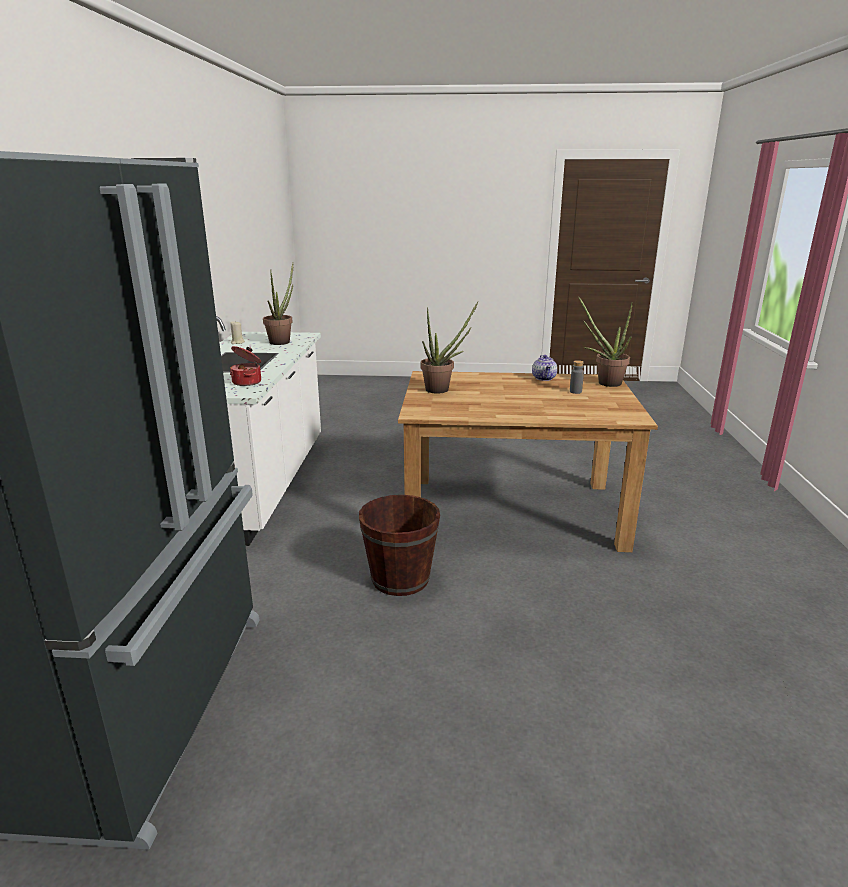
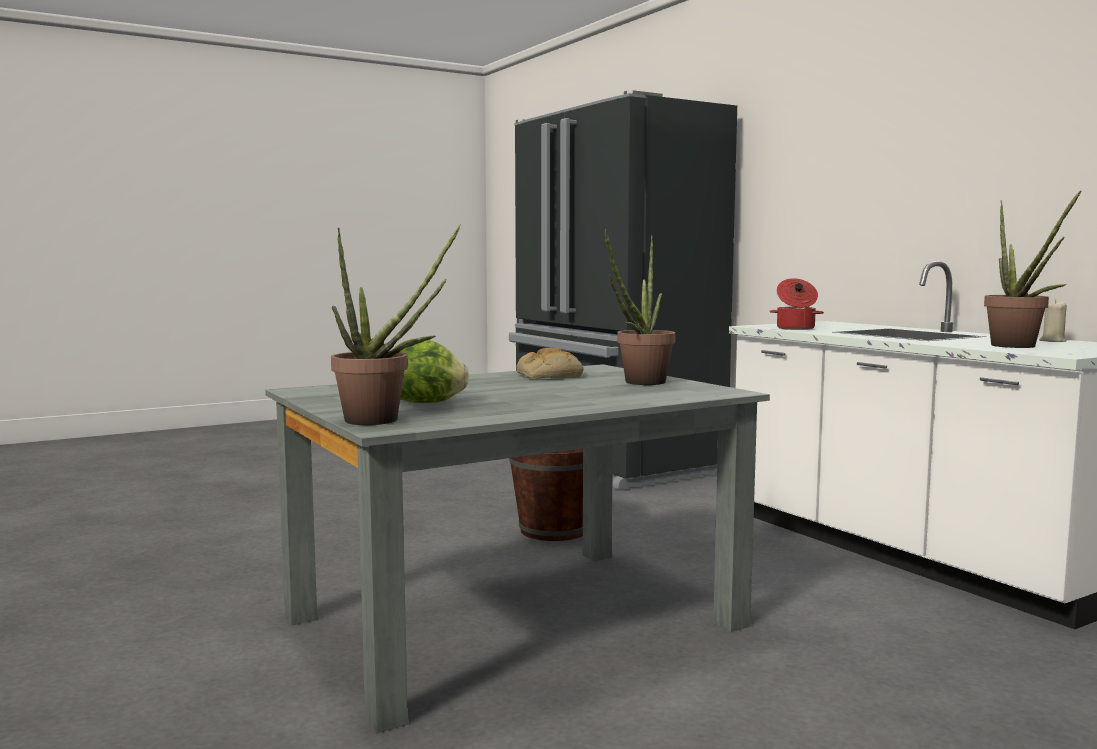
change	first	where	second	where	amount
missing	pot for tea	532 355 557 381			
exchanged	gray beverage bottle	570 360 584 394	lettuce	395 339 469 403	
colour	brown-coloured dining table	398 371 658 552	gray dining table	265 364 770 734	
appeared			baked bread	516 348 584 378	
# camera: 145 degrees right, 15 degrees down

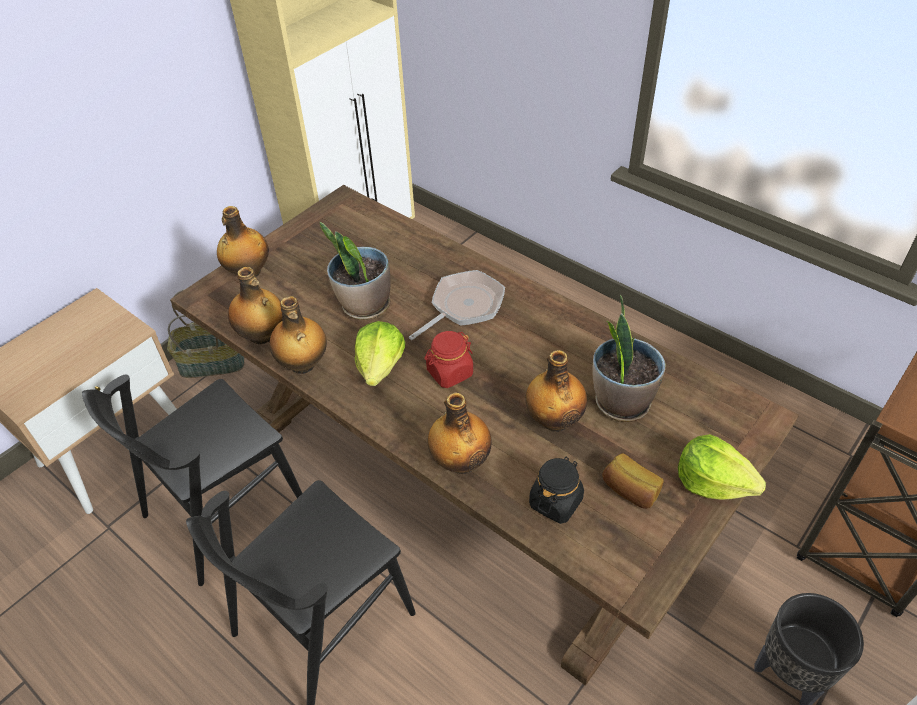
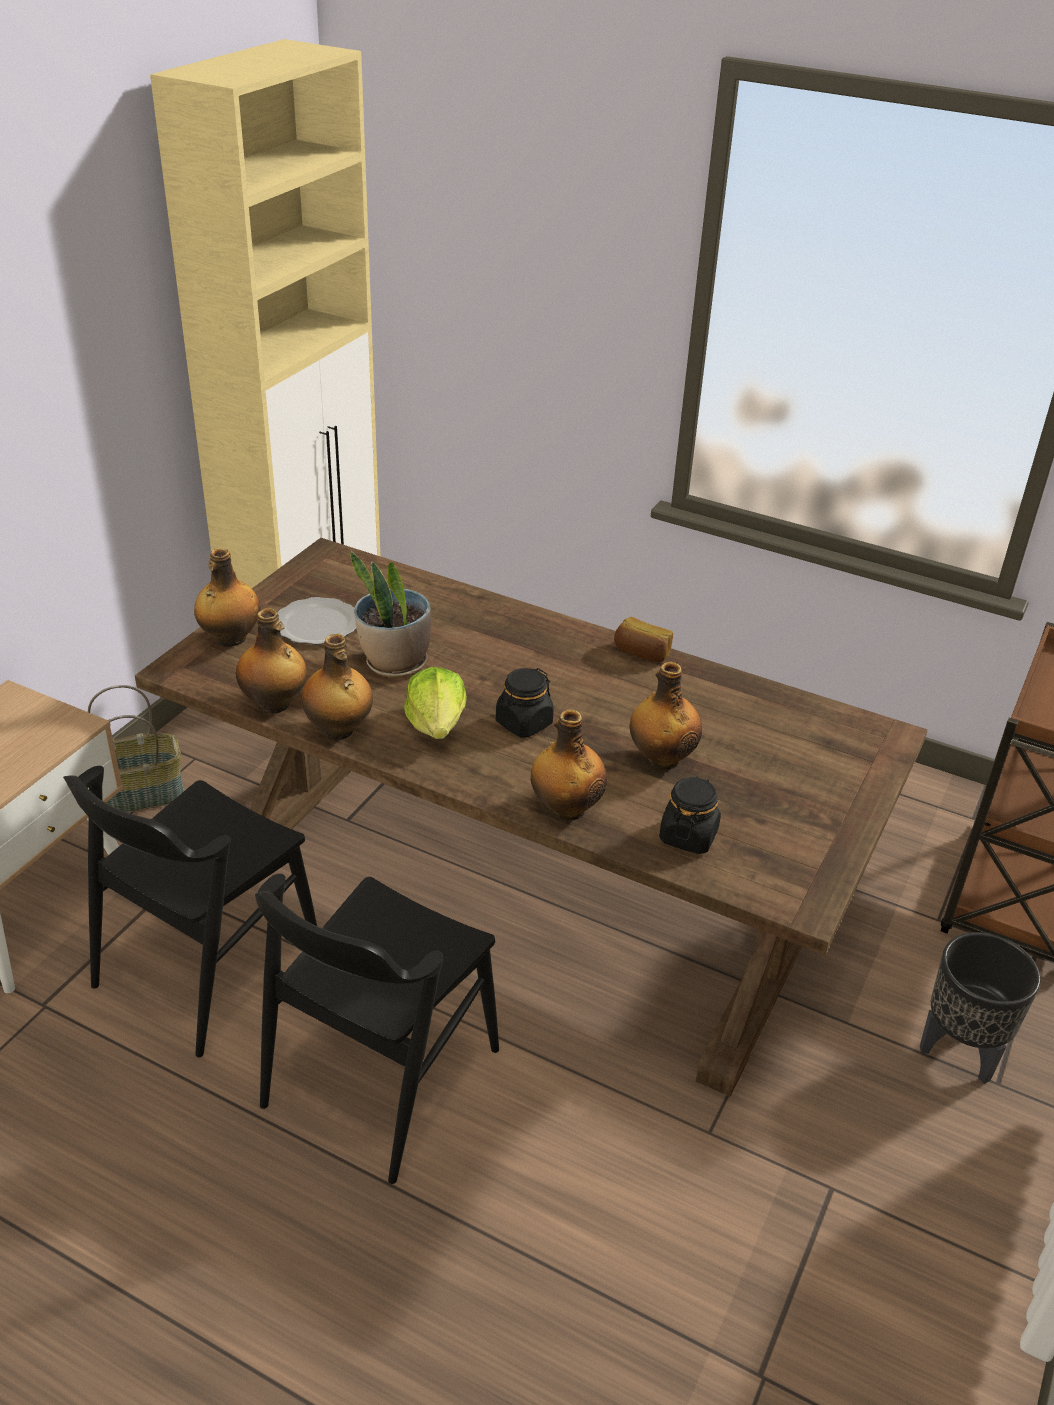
change	first	where	second	where	amount
missing	frying pan	409 270 505 340			
missing	potted plant	592 295 666 422			
colour	red-coloured jar	424 331 473 388	black jar	496 668 554 738	
missing	lettuce	678 434 766 500			
relocated	baked bread	602 453 663 509		614 617 673 662	
appeared			dinner plate	277 597 356 645	
# camera: 15 degrees left, 10 degrees down

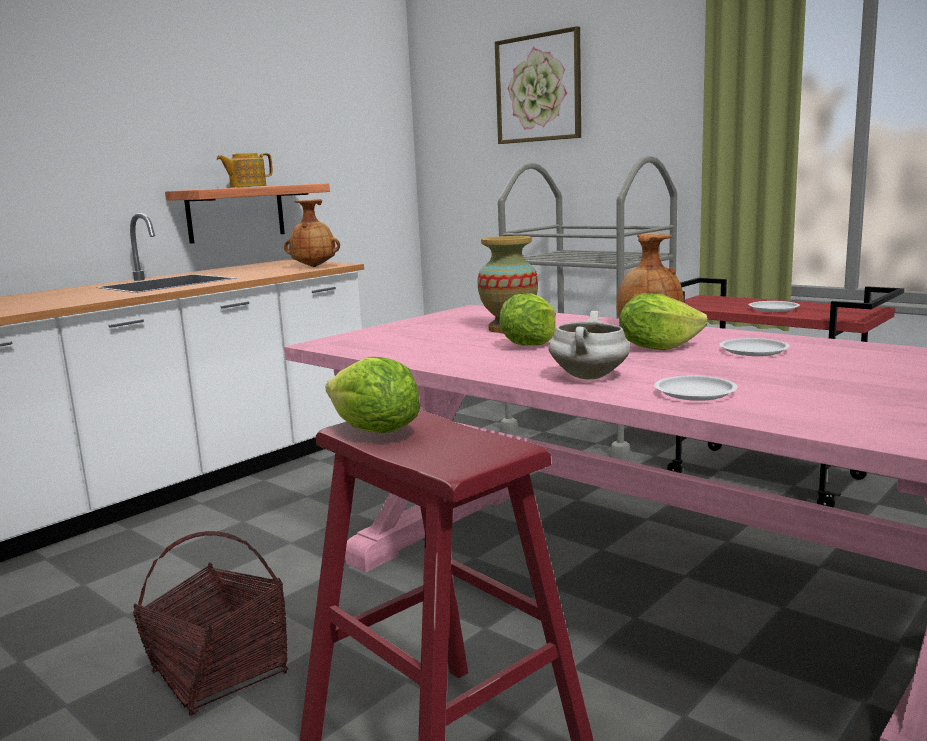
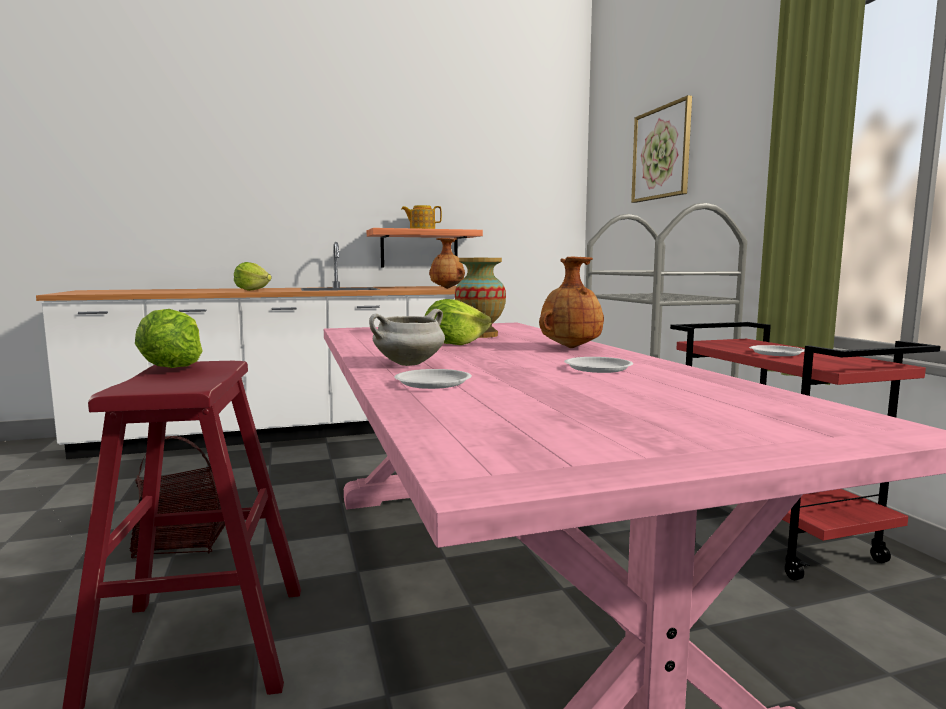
change	first	where	second	where	amount
relocated	lettuce	619 293 708 350		234 262 272 291	
# camera: 30 degrees right, 5 degrees down

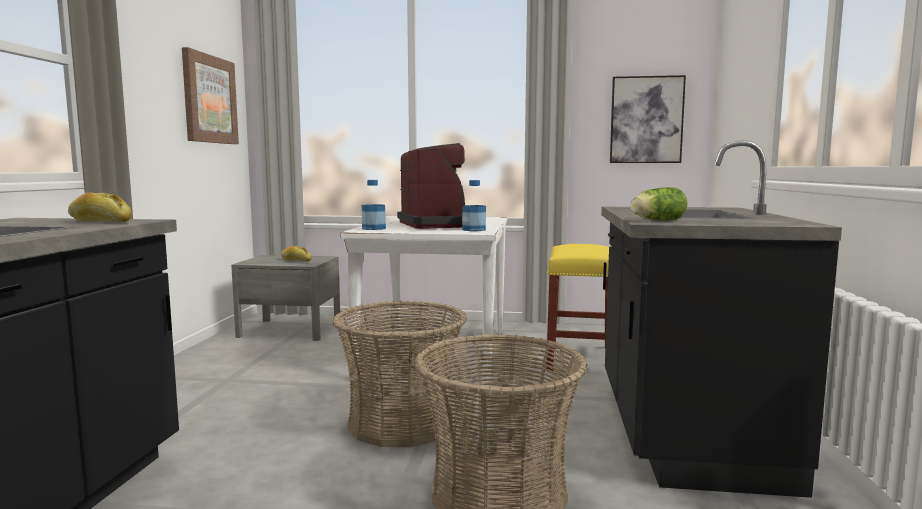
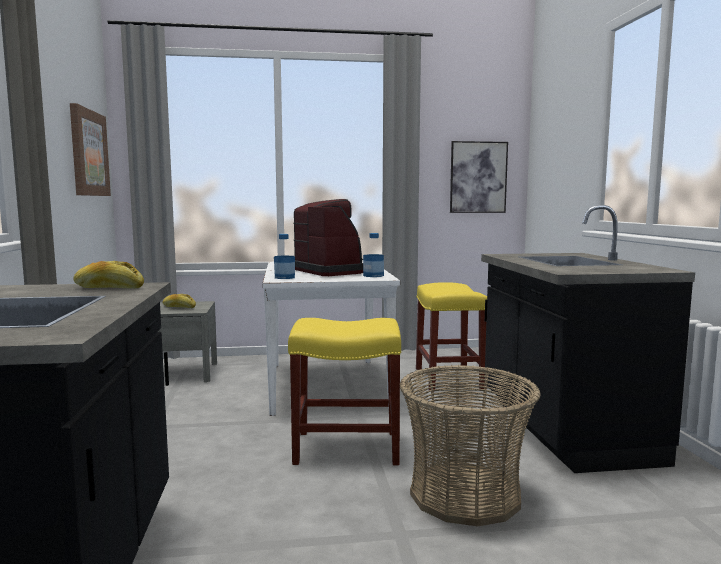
change	first	where	second	where	amount
missing	lettuce	631 187 688 220			
exchanged	basket	332 301 467 447	yellowish sitting stool	288 318 401 465	
# camera: 15 degrees left, 0 degrees up

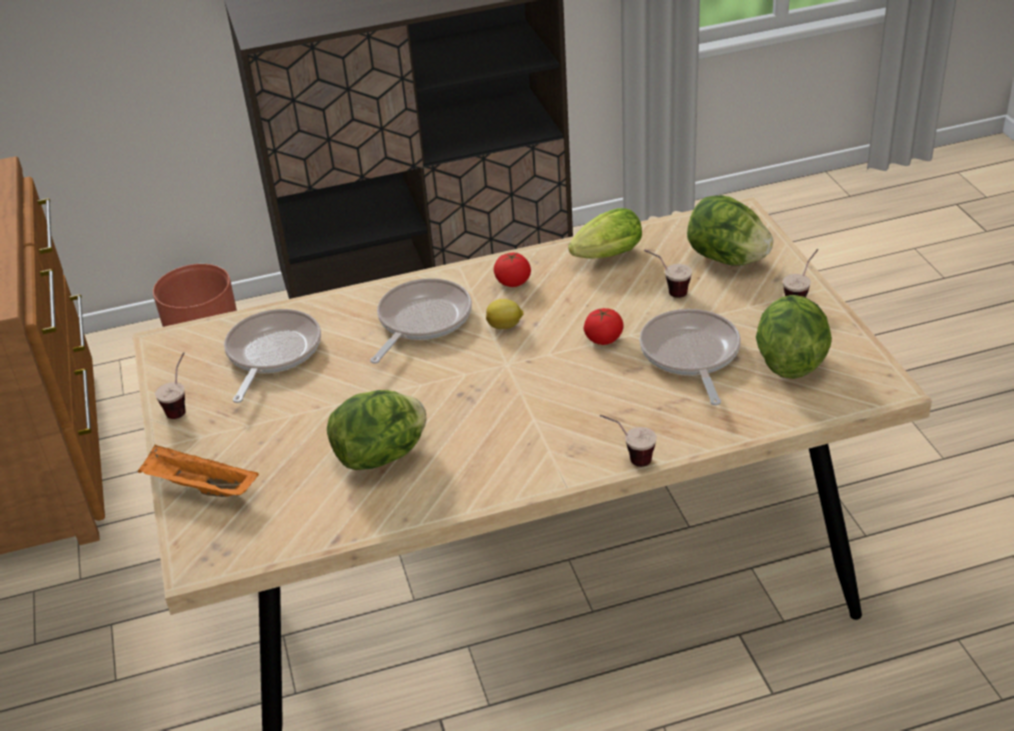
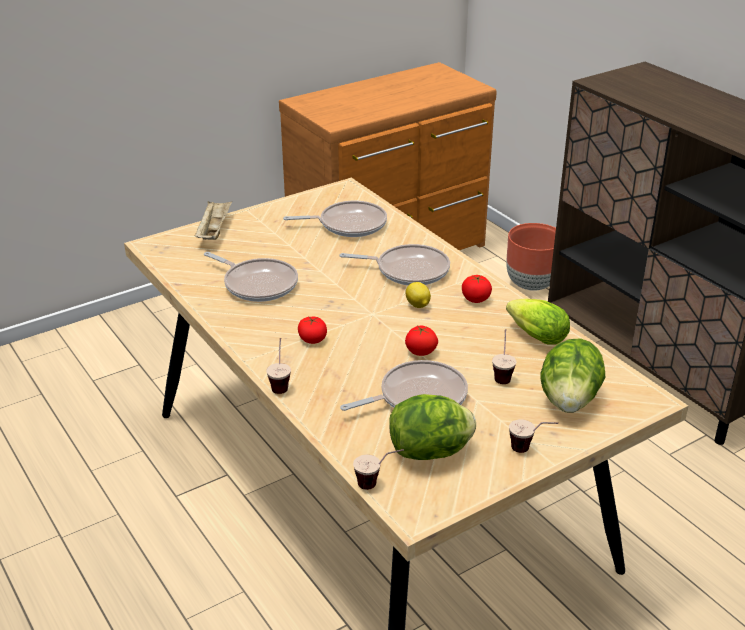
change	first	where	second	where	amount
relocated	cup	155 352 186 419		353 449 404 490	
exchanged	lettuce	327 390 426 470	frying pan	204 252 298 302	
colour	orangey carrying tray	138 444 259 497	beige-coloured carrying tray	194 201 232 240	
appeared			tomato	298 317 327 344	
# camera: 70 degrees right, 5 degrees down

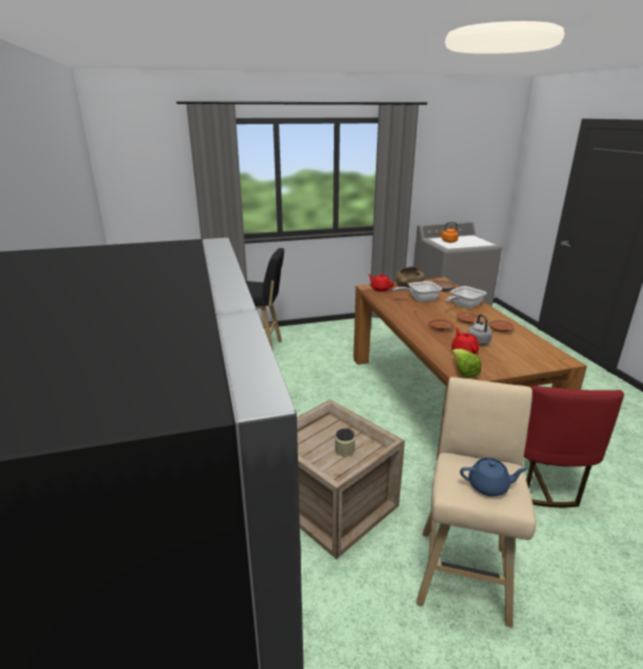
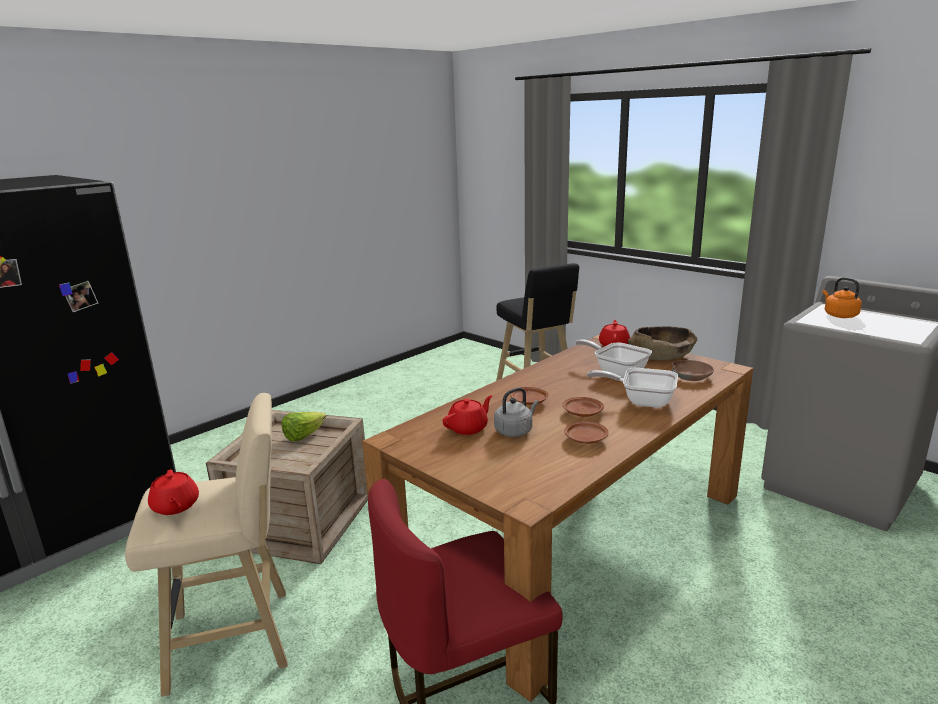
change	first	where	second	where	amount
relocated	lettuce	452 349 482 378		282 412 326 442	
missing	jar	335 428 355 457			
colour	blue pot for tea	460 458 527 496	red-coloured pot for tea	148 469 199 515	
# camera: 60 degrees right, 5 degrees down

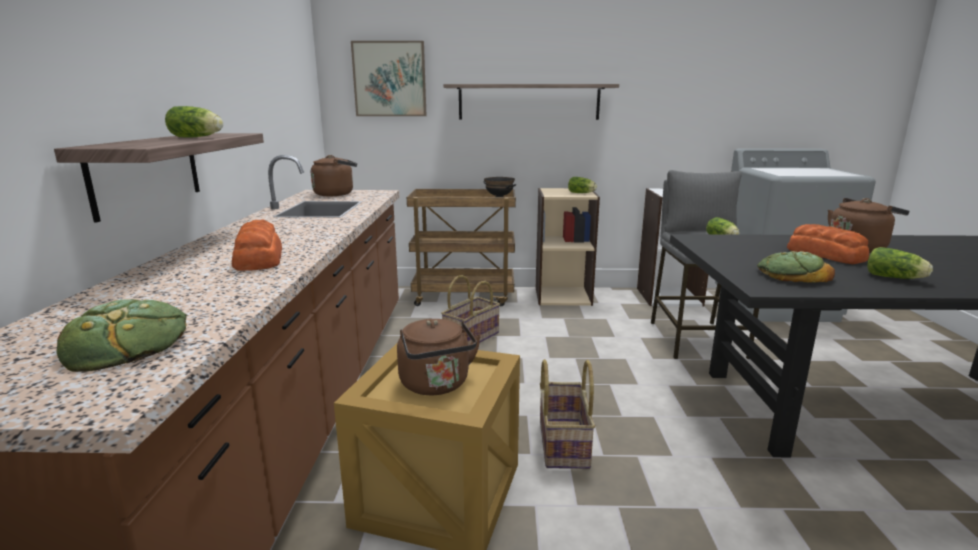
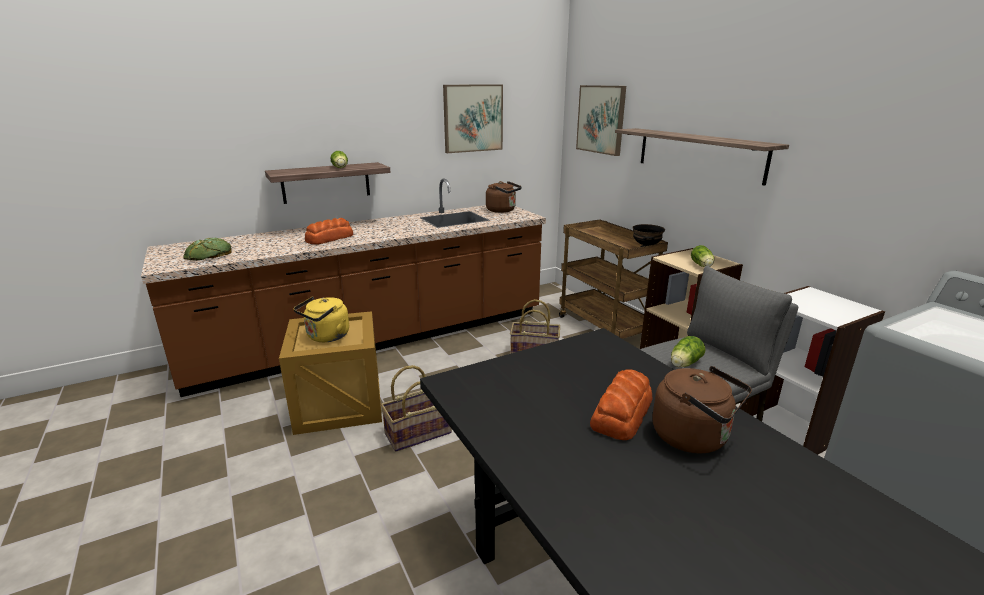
change	first	where	second	where	amount
missing	lettuce	867 247 933 279			
missing	baked bread	757 251 835 283			
colour	brown-coloured kettle	397 319 481 395	yellowish kettle	293 297 349 342	
appeared			wall art	443 84 503 153	
# camera: 60 degrees right, 5 degrees up

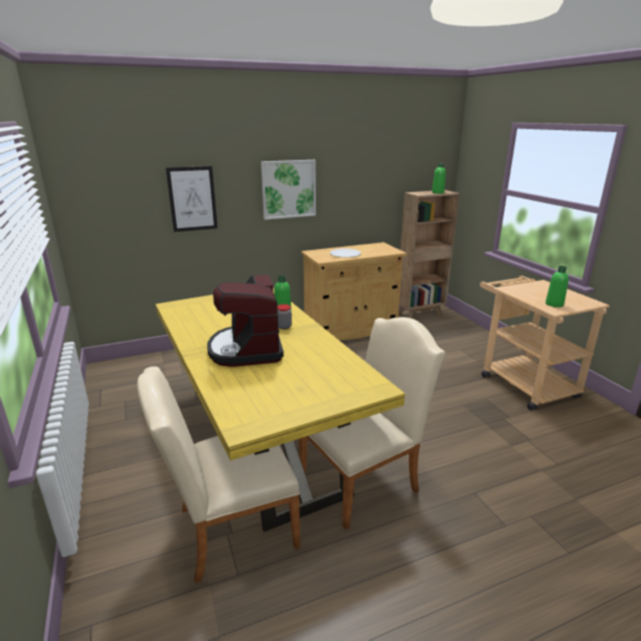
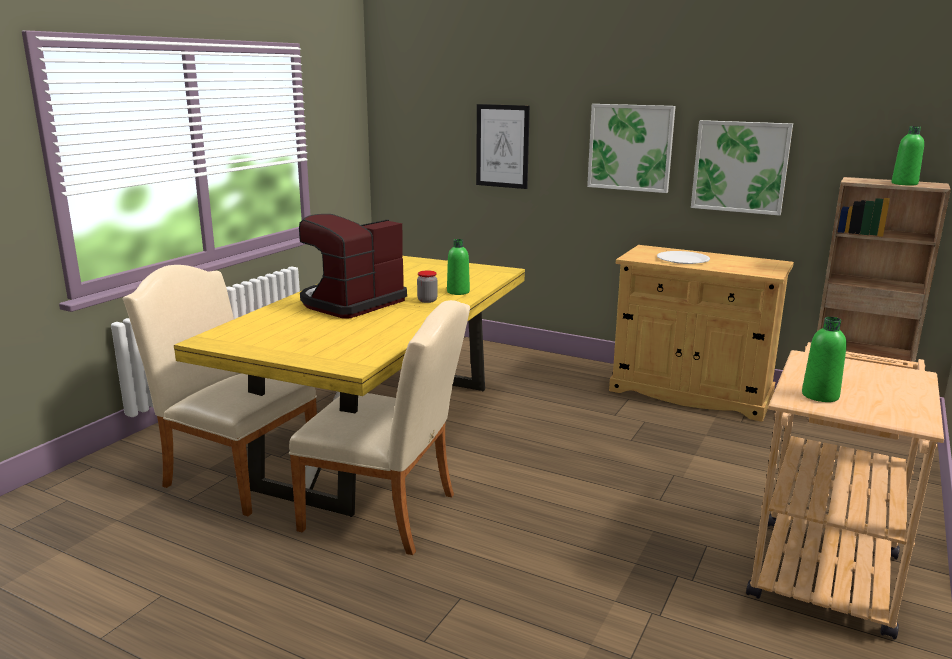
change	first	where	second	where	amount
appeared			wall art	691 120 793 216	
# camera: 50 degrees right, 5 degrees down

